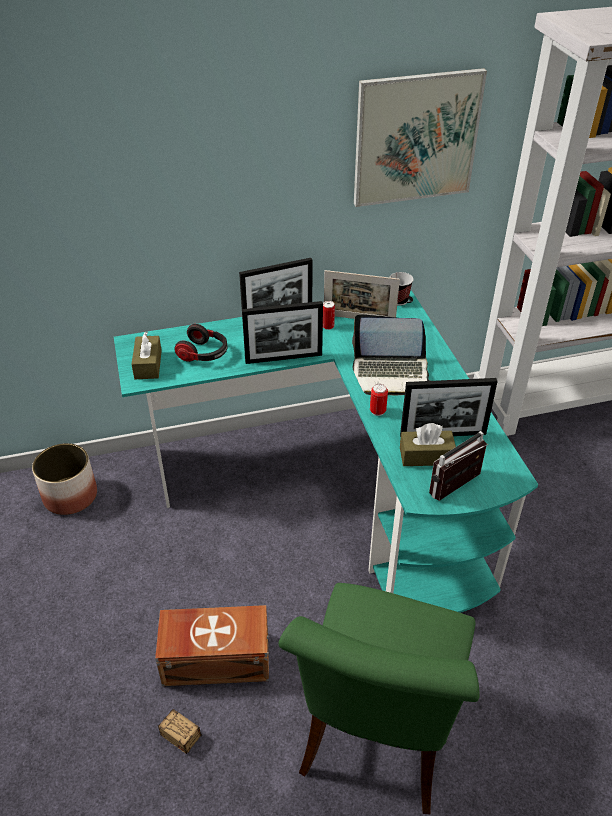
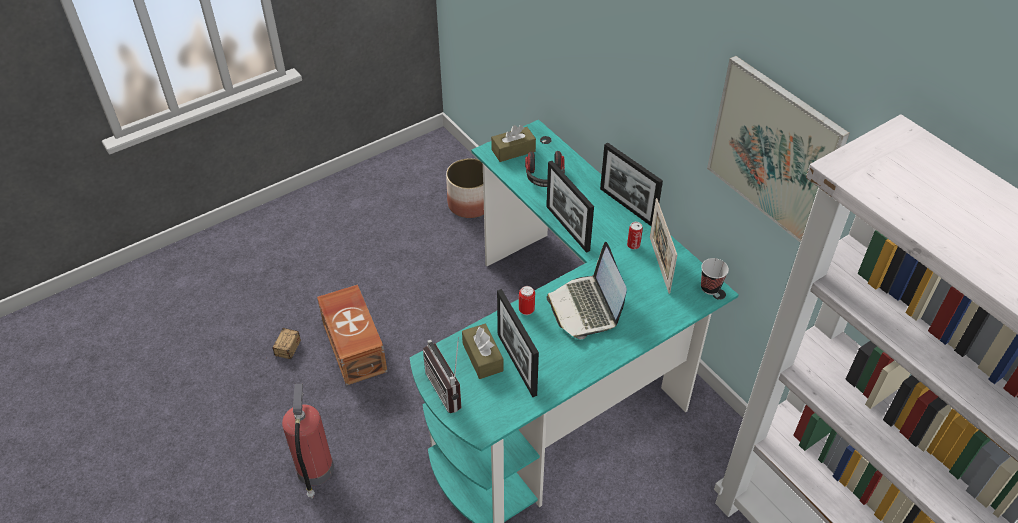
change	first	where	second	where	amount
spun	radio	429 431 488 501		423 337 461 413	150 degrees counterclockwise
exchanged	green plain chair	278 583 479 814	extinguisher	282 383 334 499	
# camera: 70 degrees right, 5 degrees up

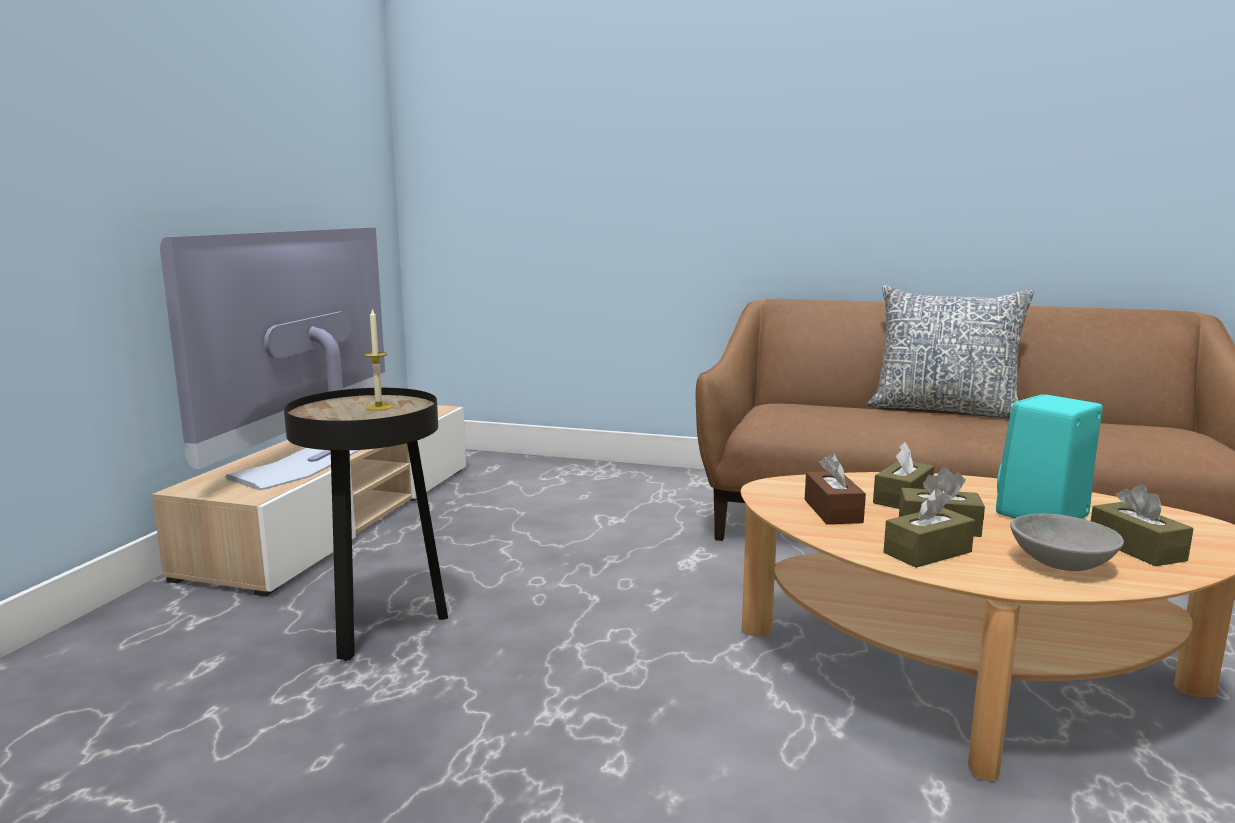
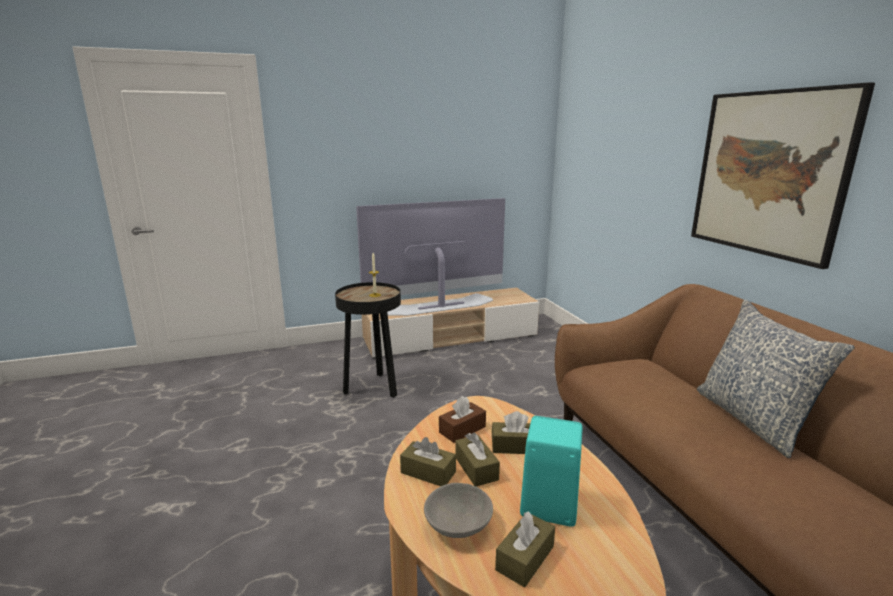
change	first	where	second	where	amount
appeared			wall art	691 82 875 269	
# camera: 55 degrees right, 5 degrees up

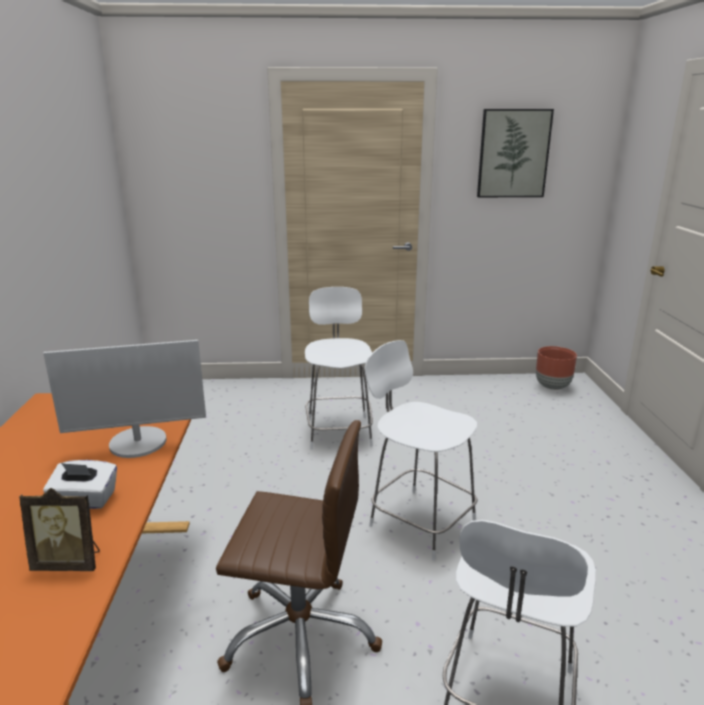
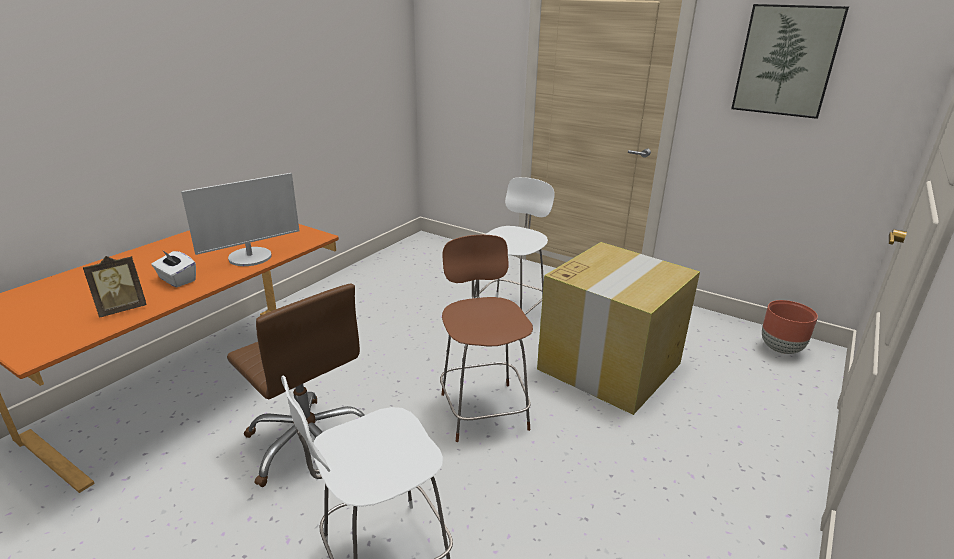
change	first	where	second	where	amount
spun	computer display	43 340 206 458		181 173 299 266	60 degrees counterclockwise
colour	white plain chair	365 340 477 561	brown-coloured plain chair	440 235 533 442	
spun	picture frame	19 488 100 571		83 256 147 318	75 degrees counterclockwise
appeared			packing box	537 242 700 415	
# camera: 35 degrees right, 5 degrees up

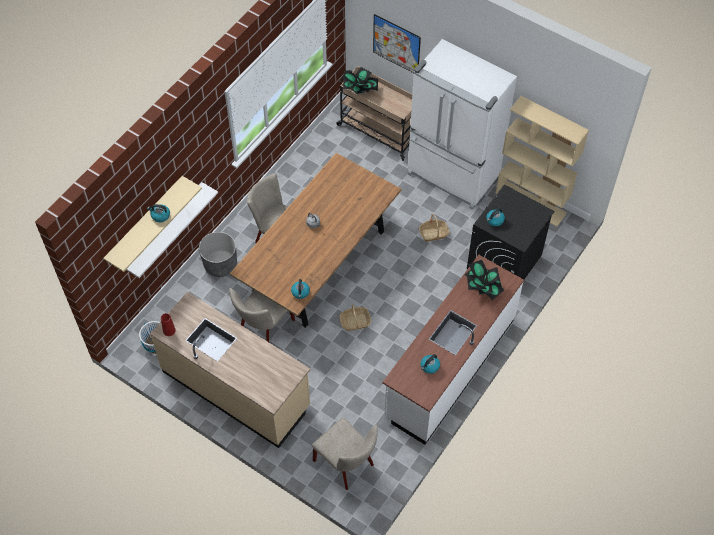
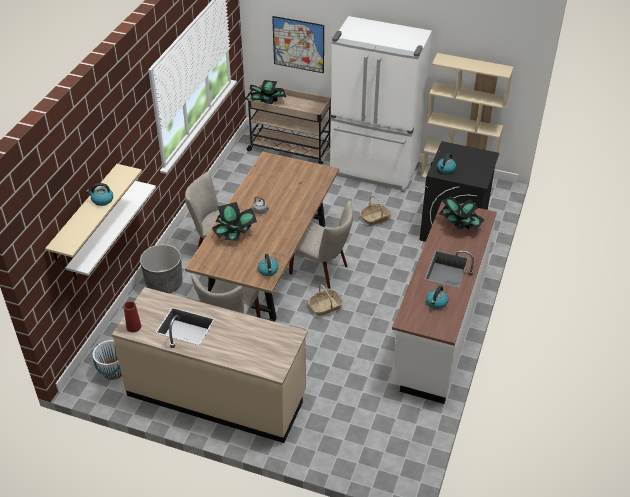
change	first	where	second	where	amount
relocated	beige-coloured plain chair	312 417 378 490		289 200 353 289	
appeared			potted plant	212 202 257 241	
# camera: 15 degrees left, 15 degrees down

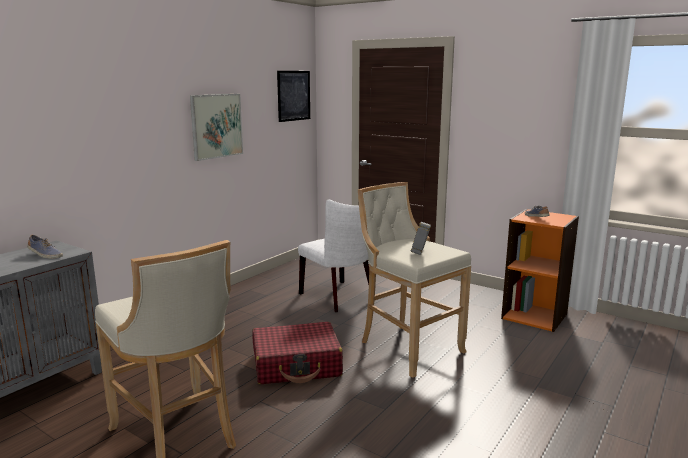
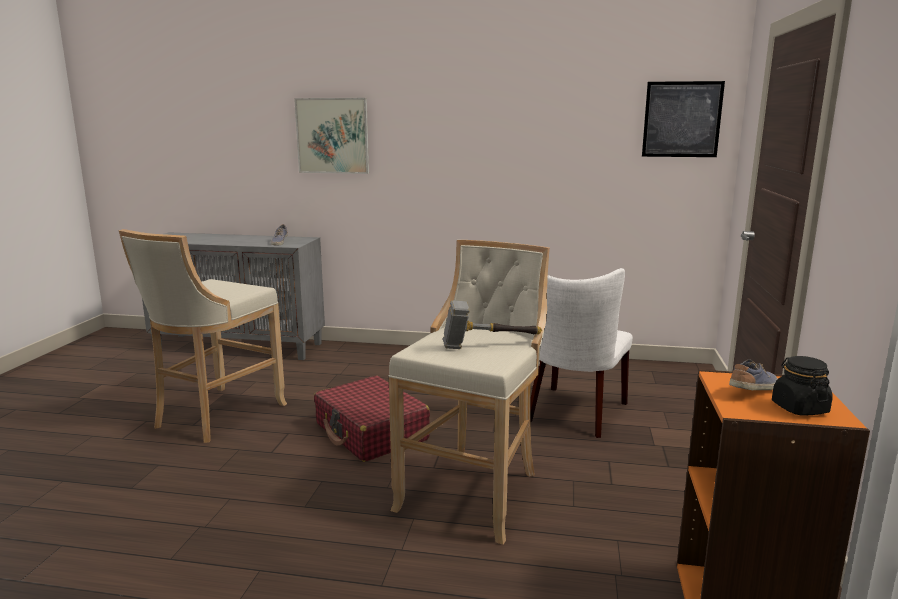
change	first	where	second	where	amount
relocated	wall art	190 94 243 161		294 98 369 174	
appeared			black jar	772 356 833 416	
# camera: 65 degrees right, 0 degrees up

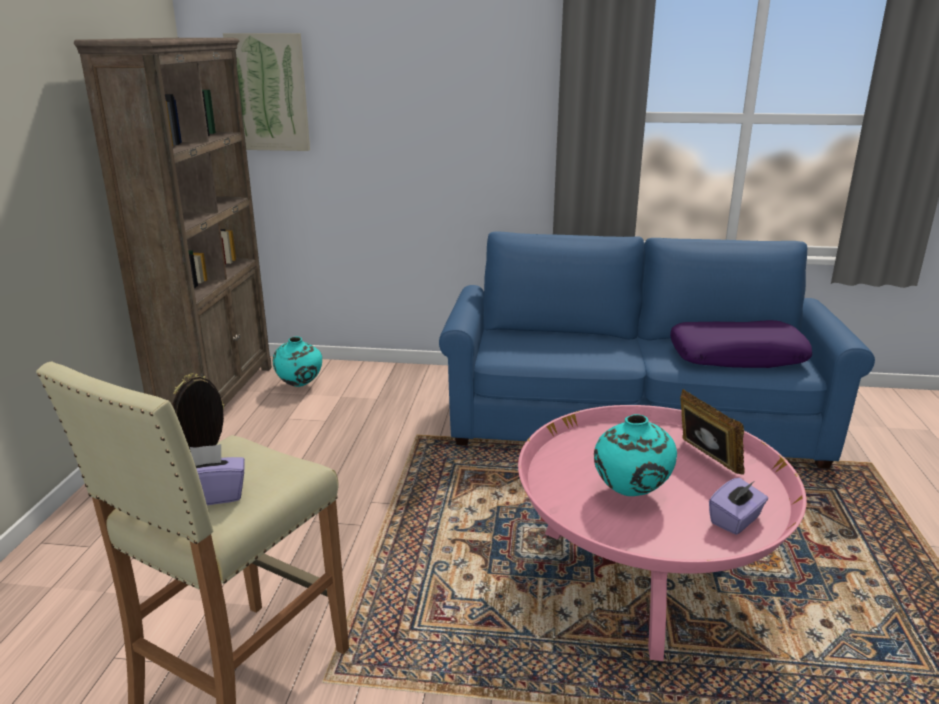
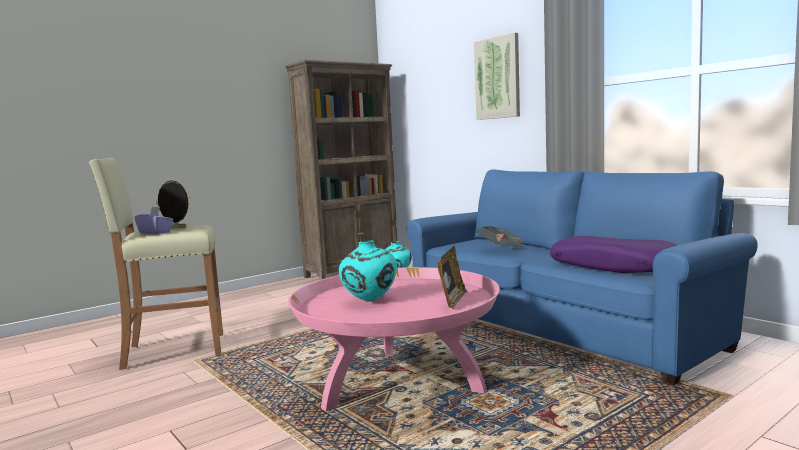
change	first	where	second	where	amount
relocated	wall art	223 33 310 151		474 33 520 120	
missing	purple-coloured box of tissues	709 478 768 535			
appeared			printed paper	475 226 525 247	
# camera: 45 degrees right, 15 degrees down

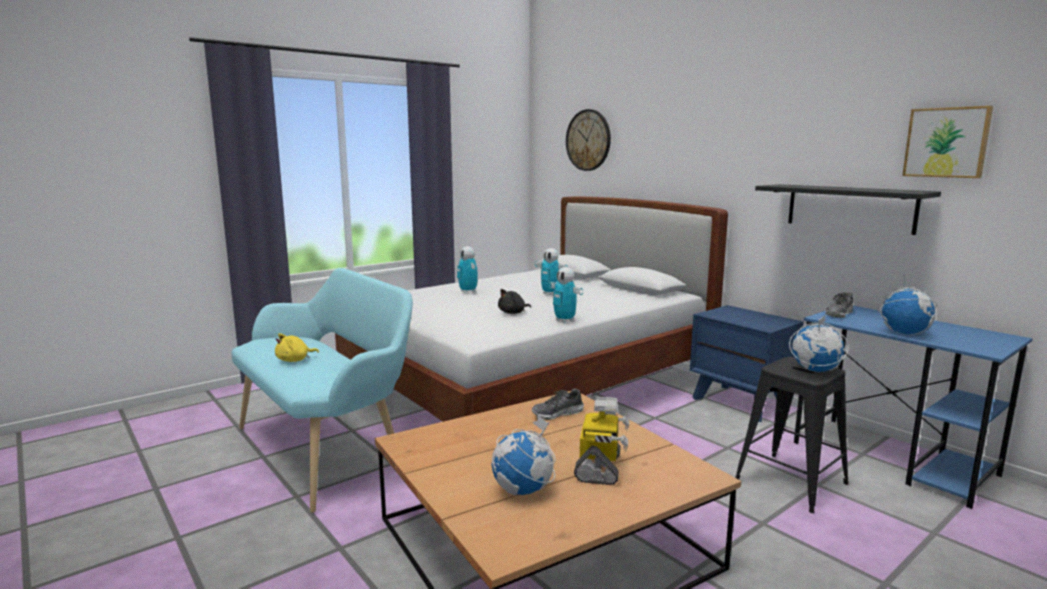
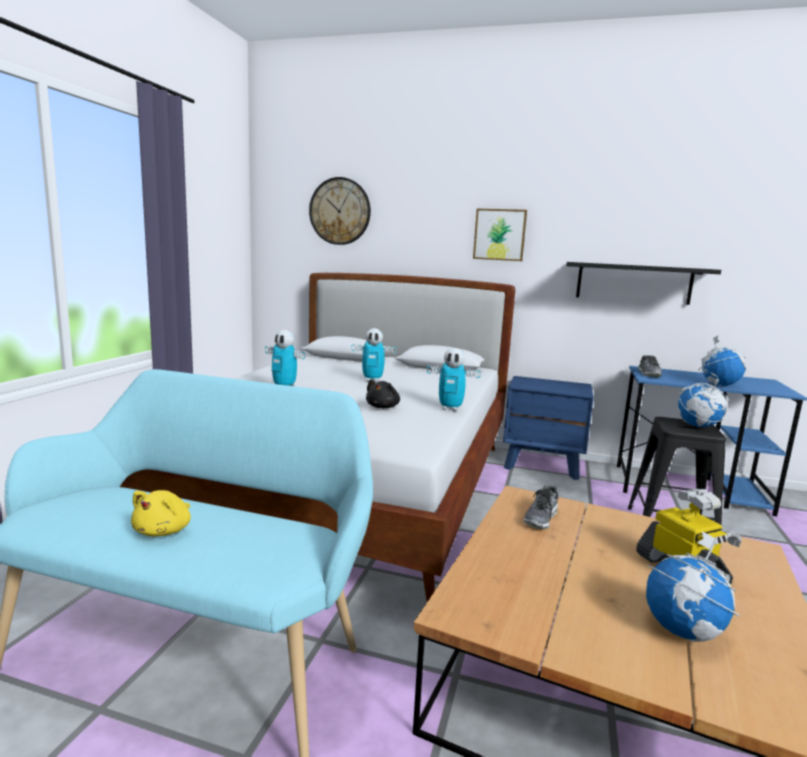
change	first	where	second	where	amount
relocated	wall art	902 106 993 178		473 209 527 261	
# camera: 35 degrees left, 0 degrees up

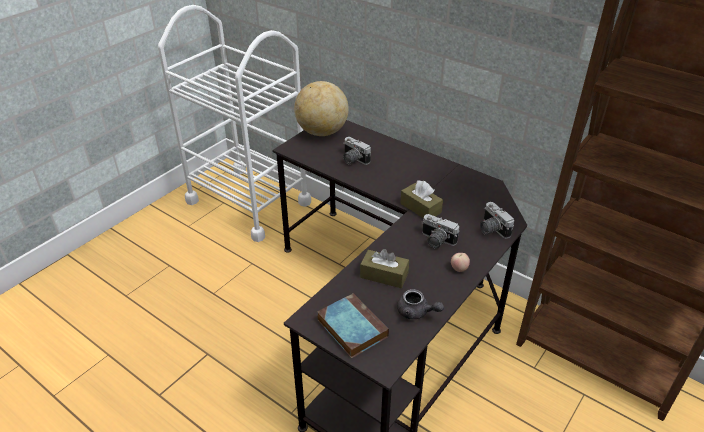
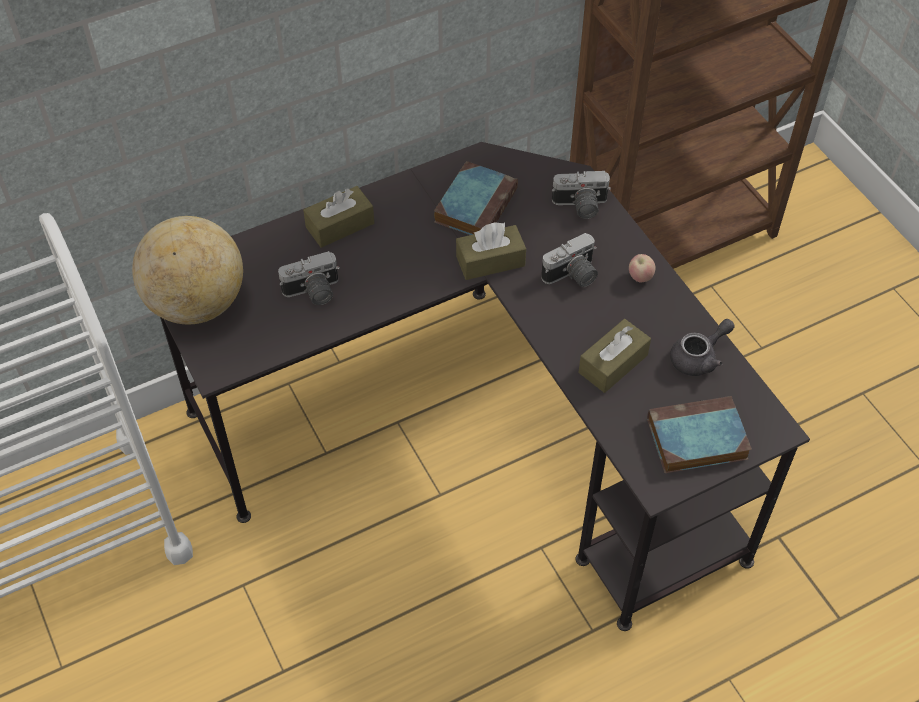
change	first	where	second	where	amount
appeared			bound book	434 161 518 235	
appeared			brown-coloured box of tissues	303 186 374 248	
# camera: 65 degrees left, 15 degrees up

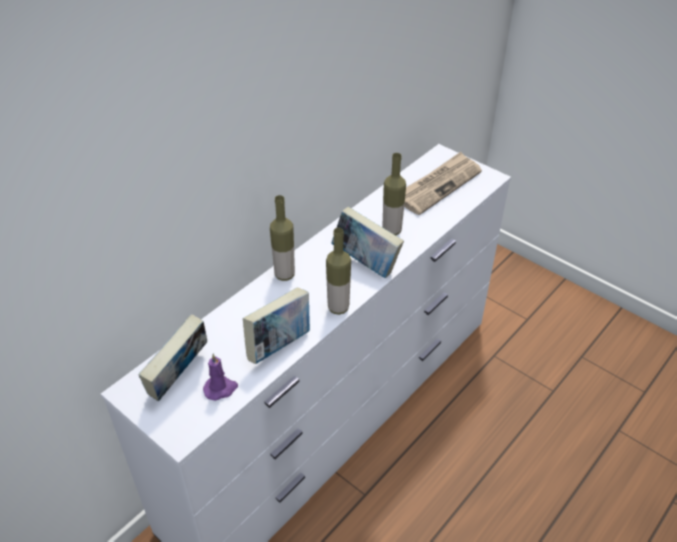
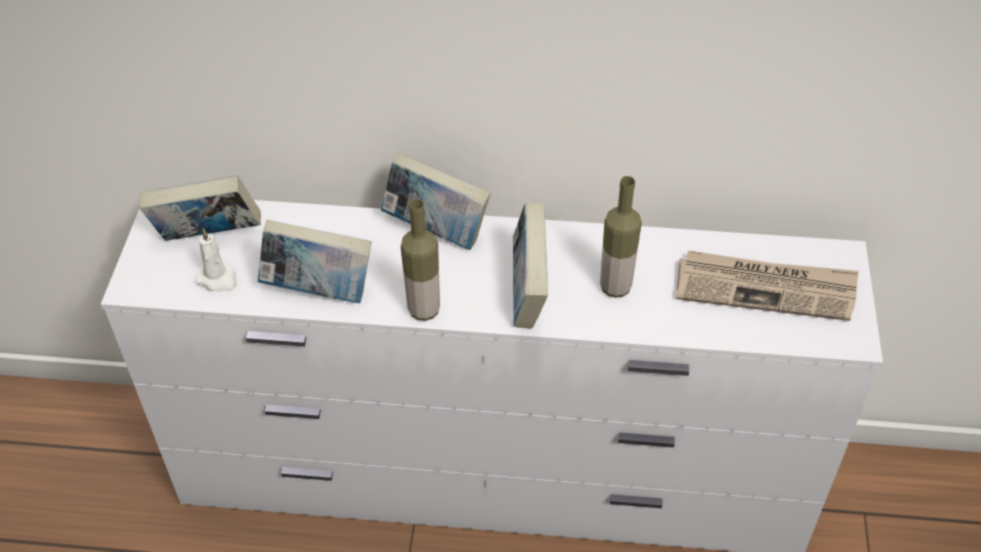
change	first	where	second	where	amount
exchanged	beverage bottle	270 195 295 281	bound book	381 153 490 250	
colour	purple-coloured wax candle	203 353 238 401	white wax candle	195 228 237 292	
# camera: 55 degrees right, 5 degrees up

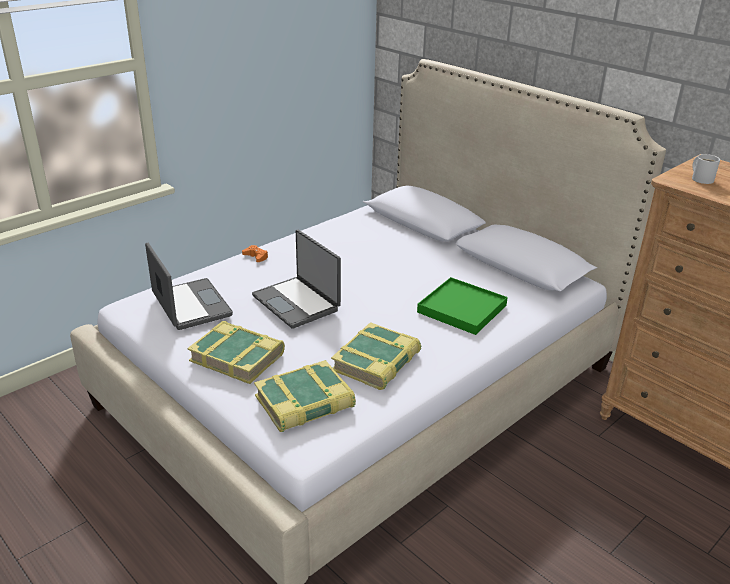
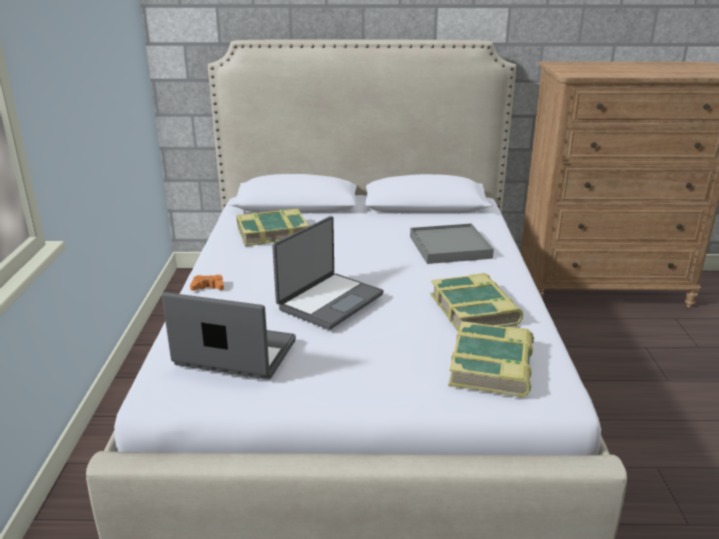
change	first	where	second	where	amount
missing	white mug	692 154 720 184			
spun	notebook computer	252 230 341 329		272 216 384 330	60 degrees counterclockwise
colour	green carrying tray	417 277 508 335	gray carrying tray	410 223 494 264	
relocated	bound book	187 321 285 384		237 208 309 246	
# camera: 45 degrees left, 5 degrees down

